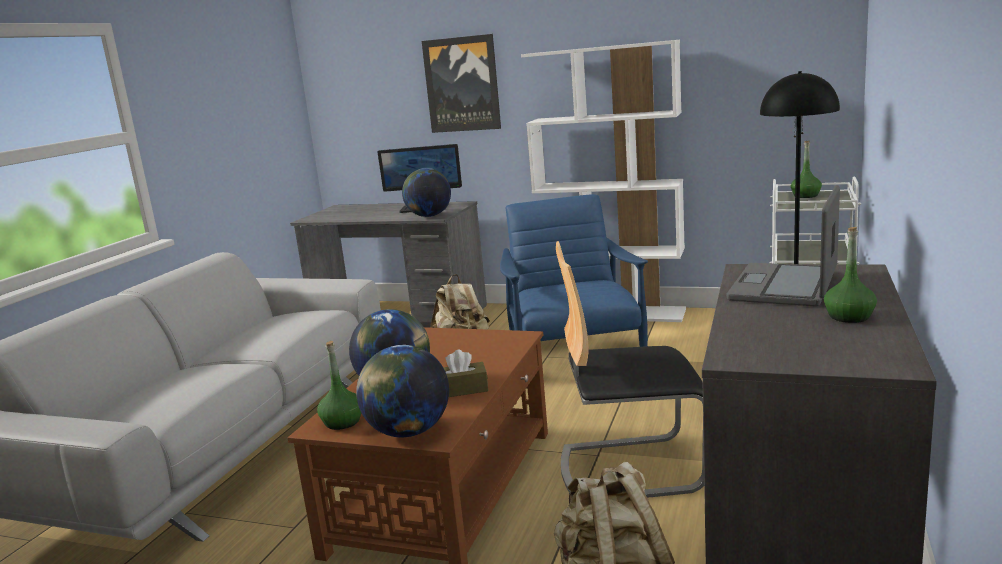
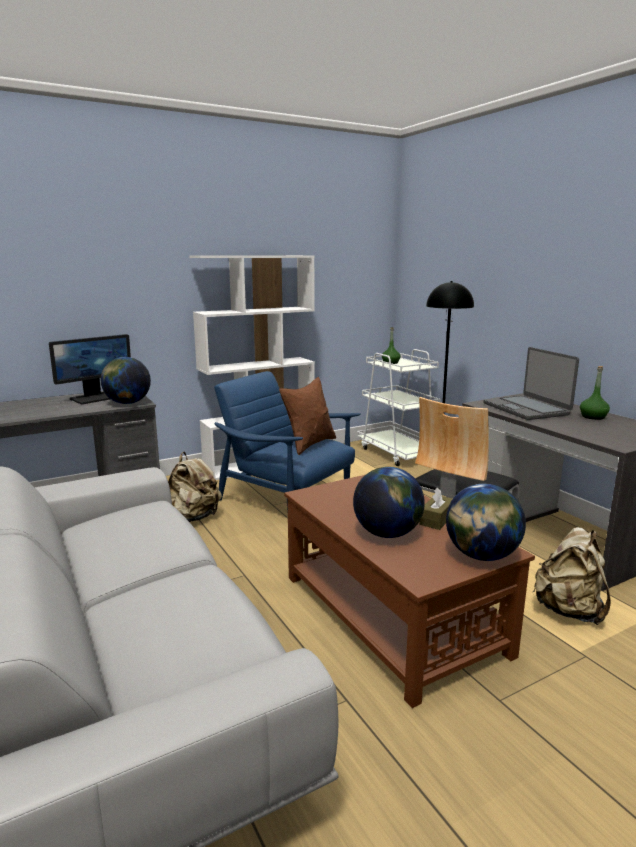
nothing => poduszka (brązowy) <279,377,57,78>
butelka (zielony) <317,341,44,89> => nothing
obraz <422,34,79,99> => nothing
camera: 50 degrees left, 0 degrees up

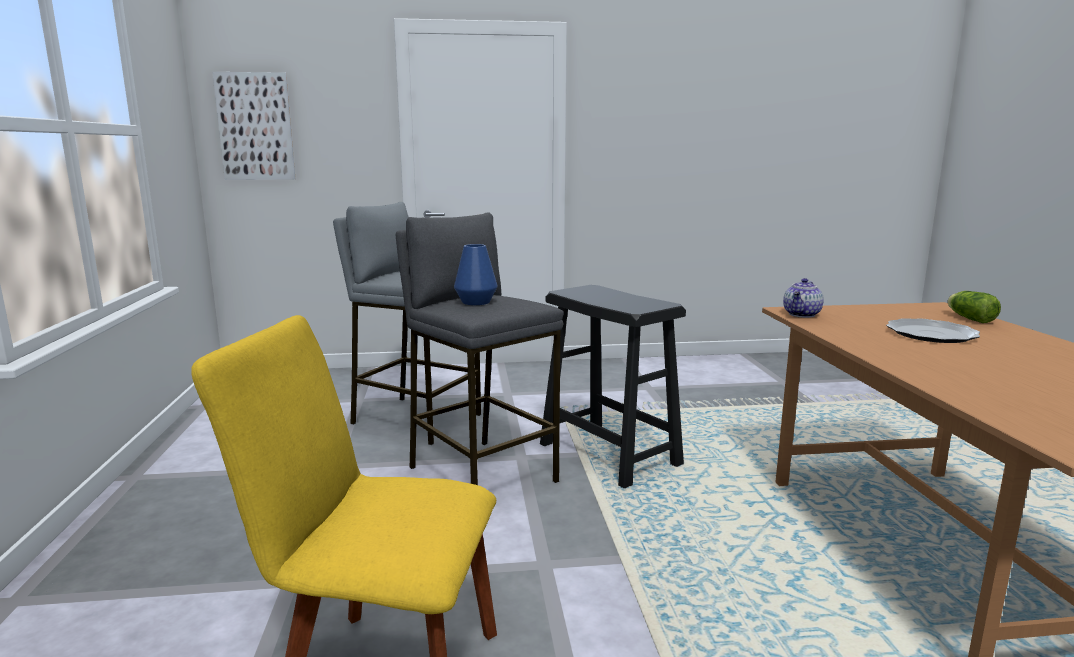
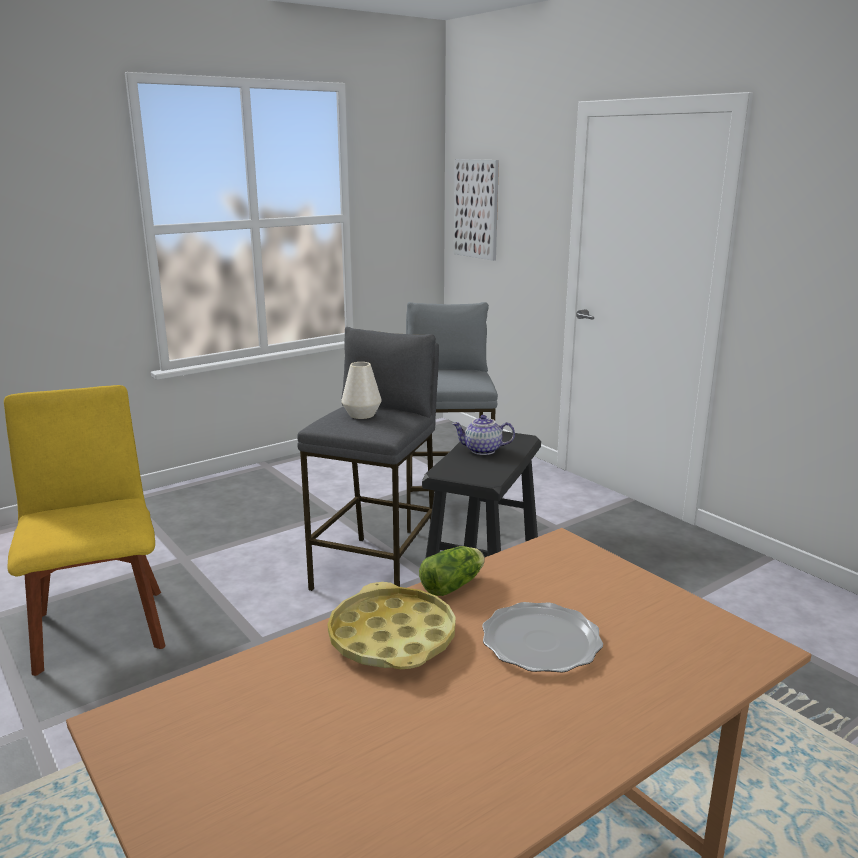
nothing => taca (żółty) <328,582,128,87>
wazon (niebieski) <454,244,43,61> => wazon (biały) <341,362,41,57>
sałata <948,291,53,32> => sałata <419,546,66,50>, relocated
imbryk <783,278,41,40> => imbryk <452,415,63,40>, relocated
camera: 60 degrees right, 5 degrees up

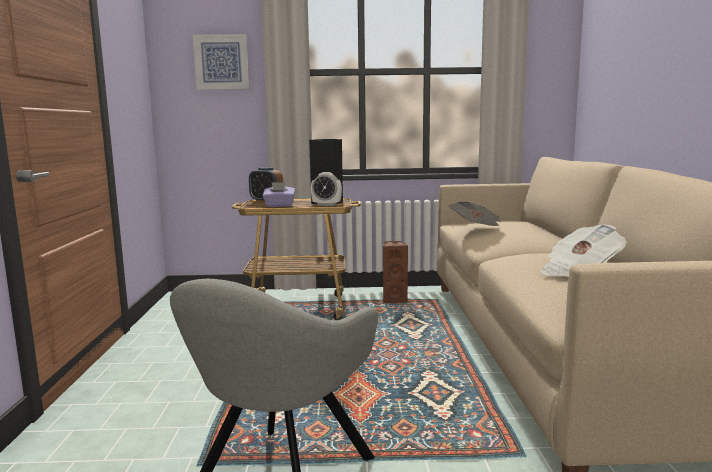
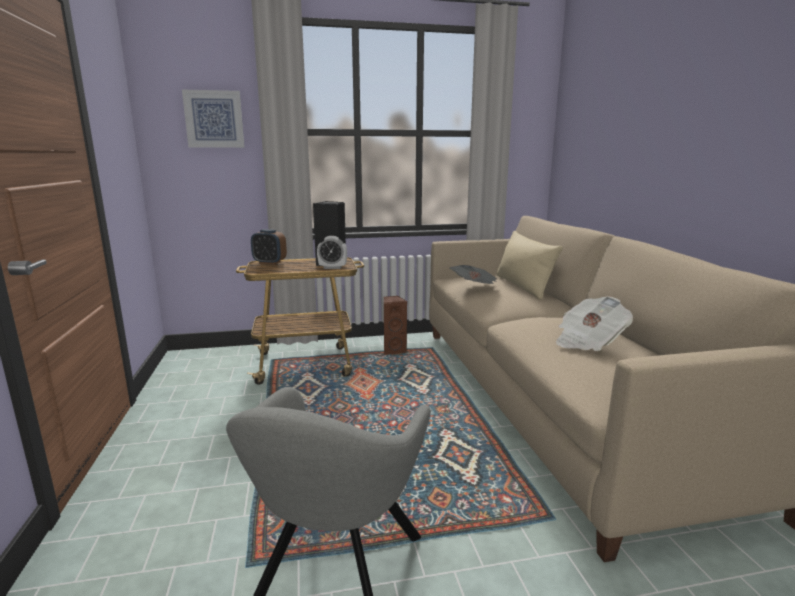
nothing => poduszka (beżowy) <496,231,67,69>
pudełko chusteczek (fioletowy) <263,182,32,25> => nothing
camera: 10 degrees left, 5 degrees up

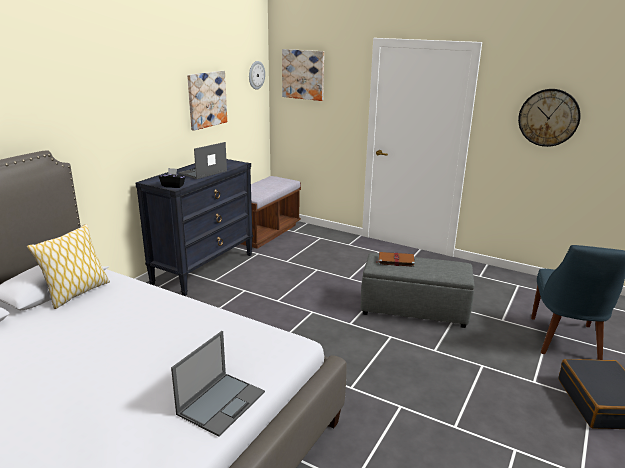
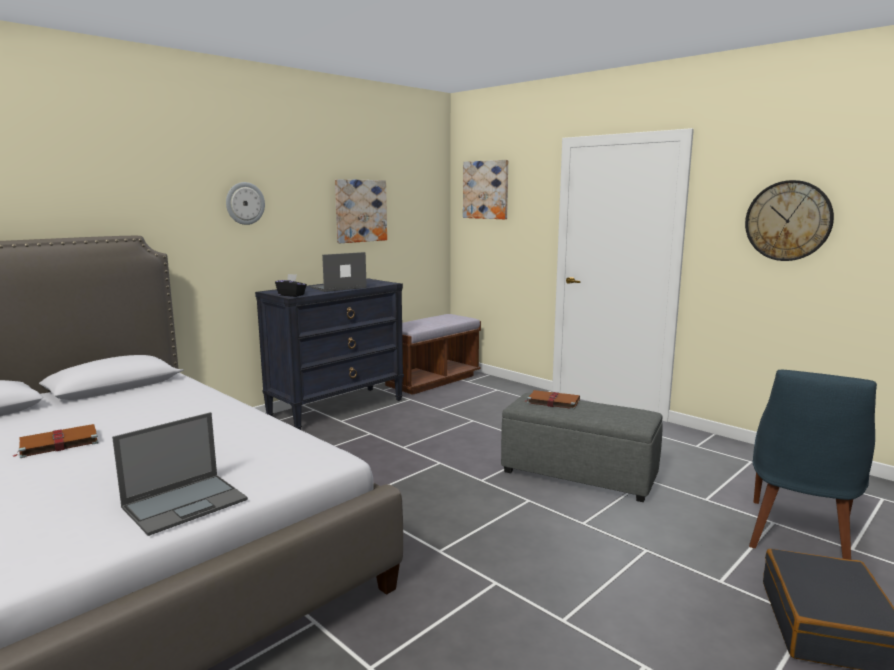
nothing => książka (brązowy) <13,424,85,34>
zegar ścienny <249,61,16,29> => zegar ścienny <226,182,39,43>, relocated
poduszka <27,224,83,85> => nothing
camera: 15 degrees right, 10 degrees down

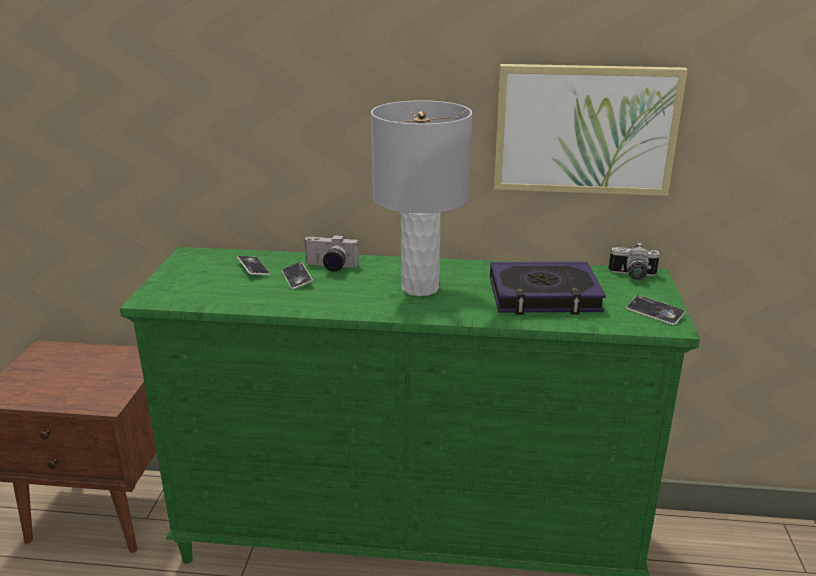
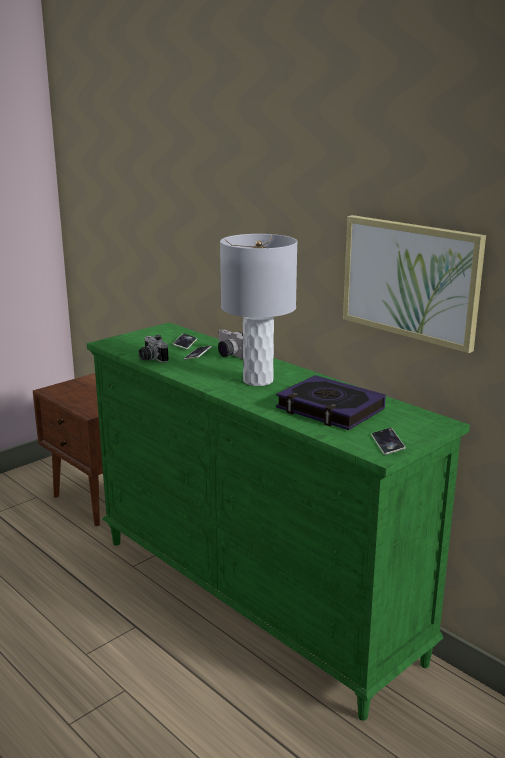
aparat fotograficzny <608,242,51,38> => aparat fotograficzny <139,335,29,28>, relocated
camera: 40 degrees right, 5 degrees down

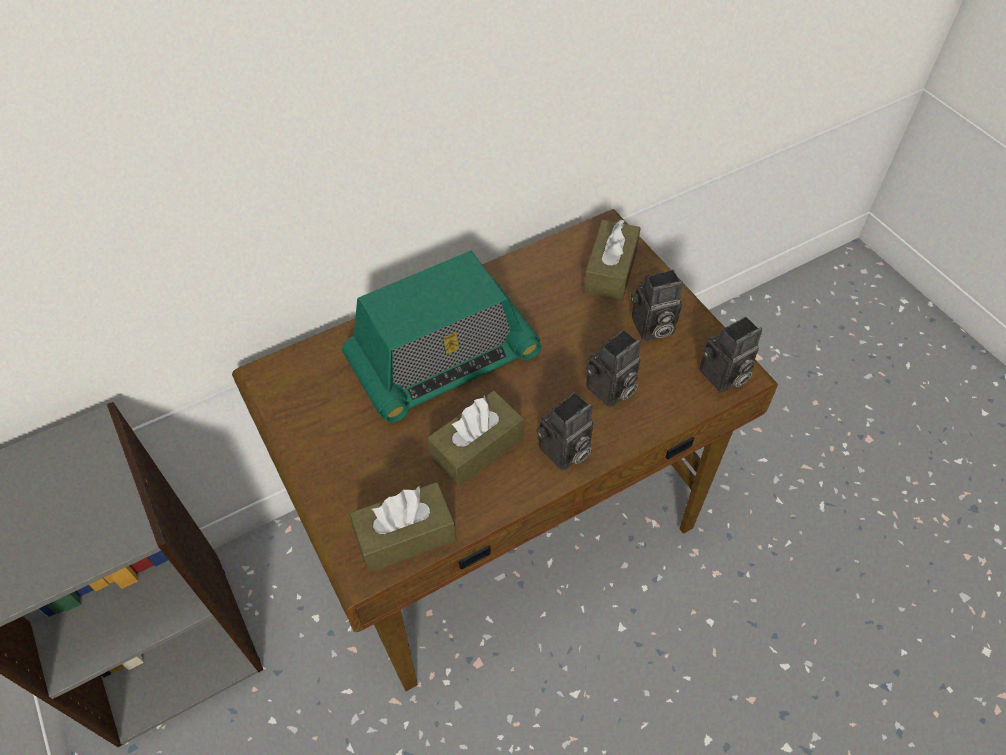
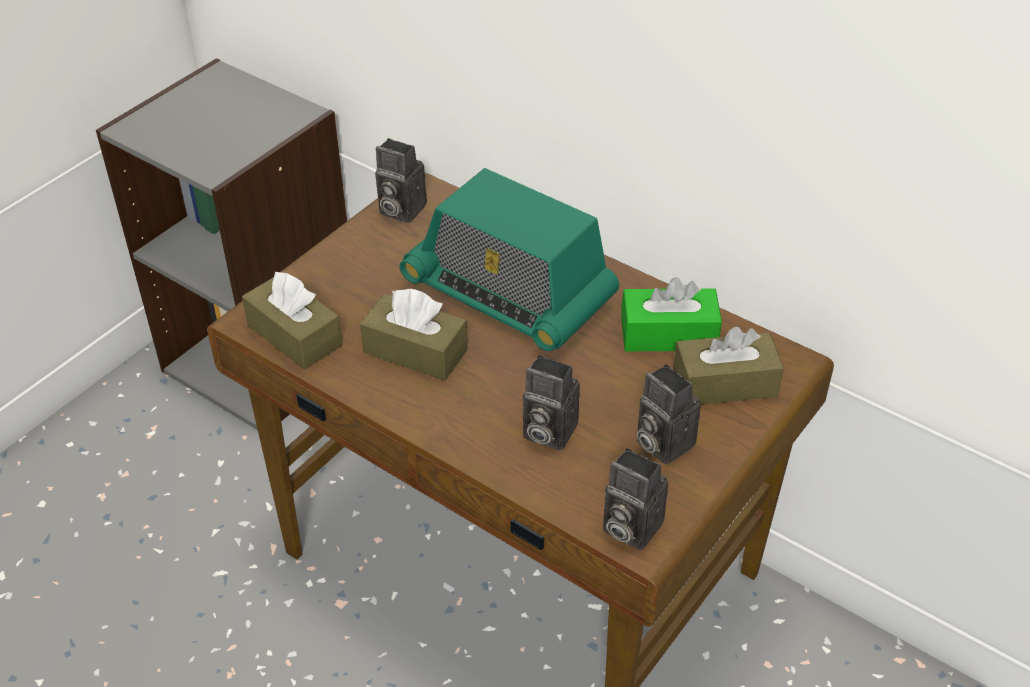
aparat fotograficzny <536,392,57,79> => aparat fotograficzny <375,138,52,85>, relocated
nothing => pudełko chusteczek (zielony) <621,277,101,74>
camera: 65 degrees right, 10 degrees down

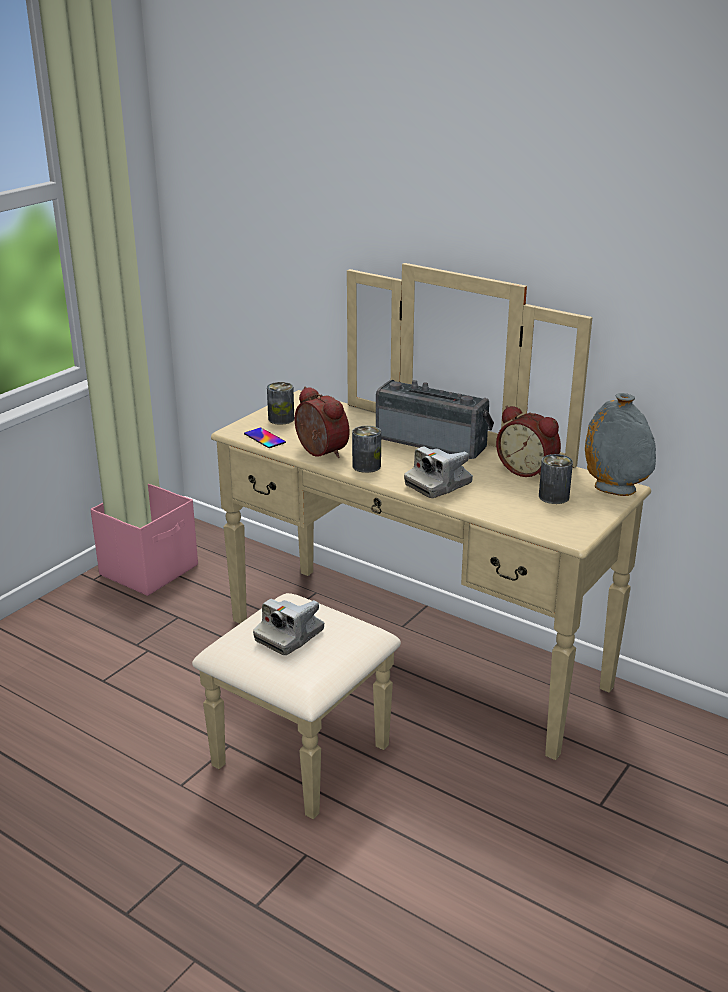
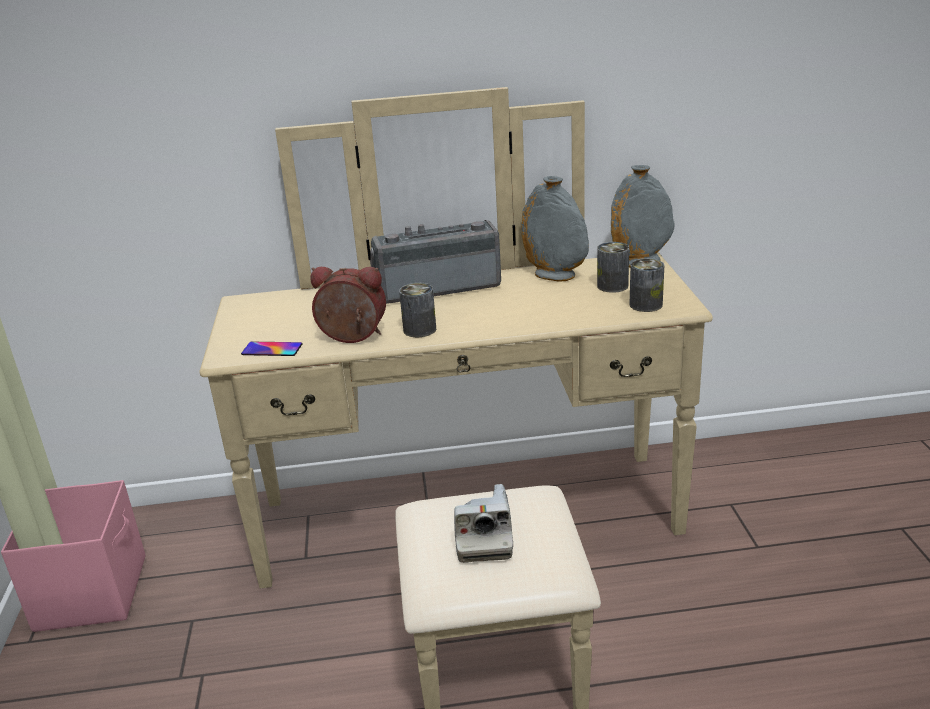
budzik <496,406,65,71> => wazon (szary) <521,176,68,106>
puszka <267,382,27,43> => puszka <630,258,34,54>, relocated
aparat fotograficzny <404,446,69,52> => nothing
camera: 40 degrees left, 0 degrees up

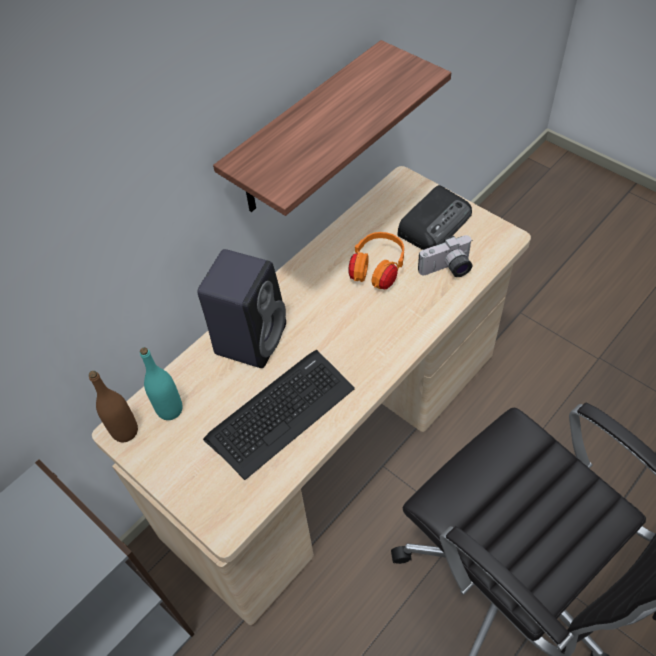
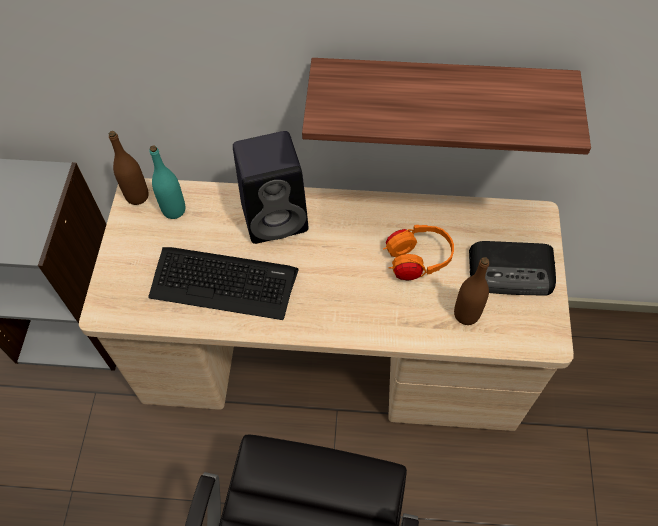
aparat fotograficzny <418,235,55,42> => butelka (brązowy) <454,257,35,68>
camera: 50 degrees right, 5 degrees up

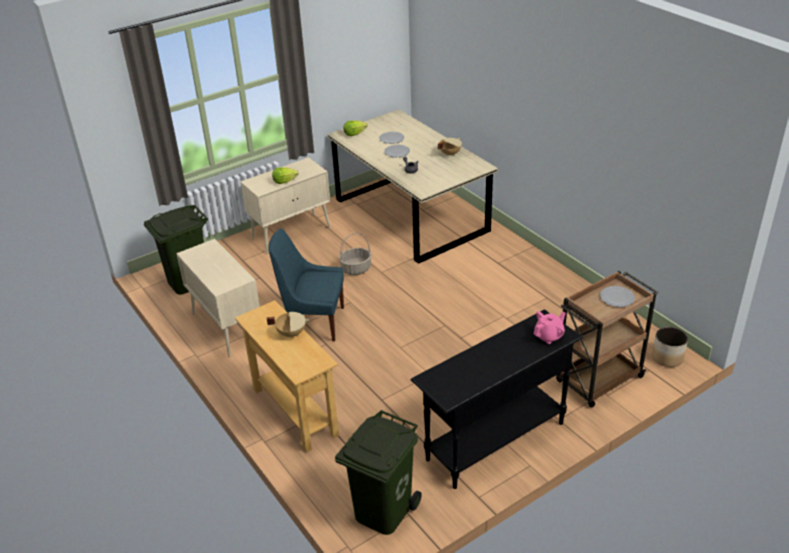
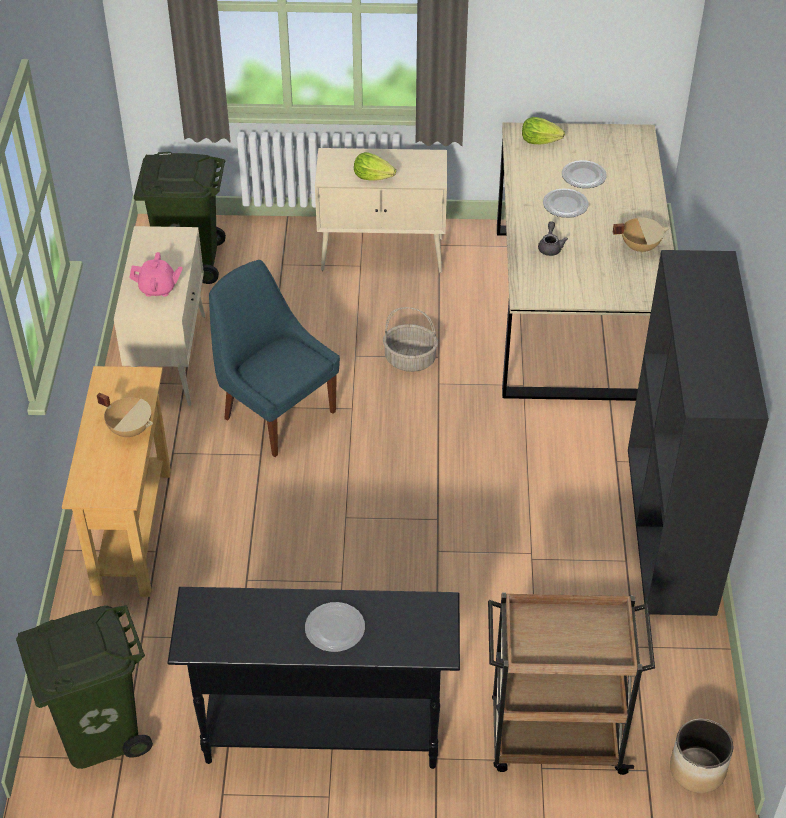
imbryk (różowy) <534,311,31,33> => imbryk (różowy) <129,252,53,45>, relocated
talerz <600,286,35,21> => talerz <305,602,60,50>, relocated
nothing => regał (czarny) <628,250,141,366>
camera: 35 degrees right, 10 degrees up

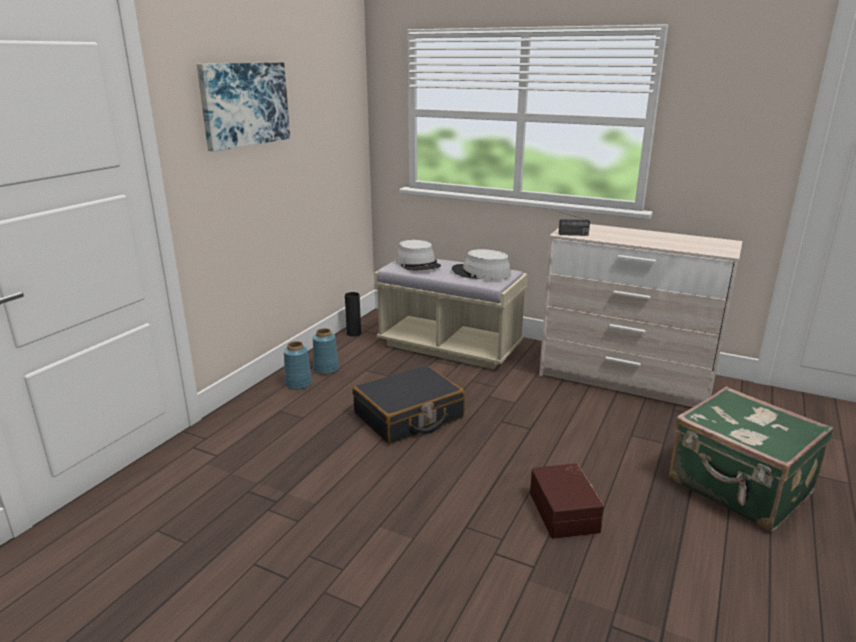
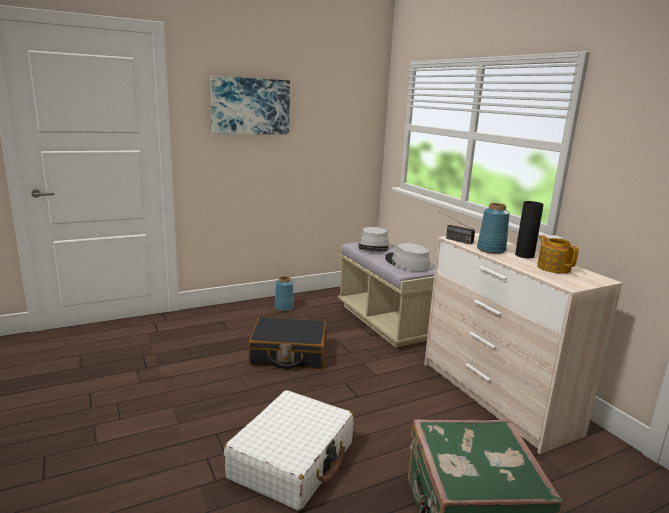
pojemnik do przechowywania (brązowy) <530,463,74,76> => walizka (biały) <224,390,130,121>
wazon (niebieski) <284,341,28,49> => wazon (niebieski) <477,203,33,51>, relocated
wazon (czarny) <345,292,16,45> => wazon (czarny) <515,201,29,57>, relocated
nothing => imbryk <537,235,41,39>
camera: 35 degrees right, 5 degrees down

